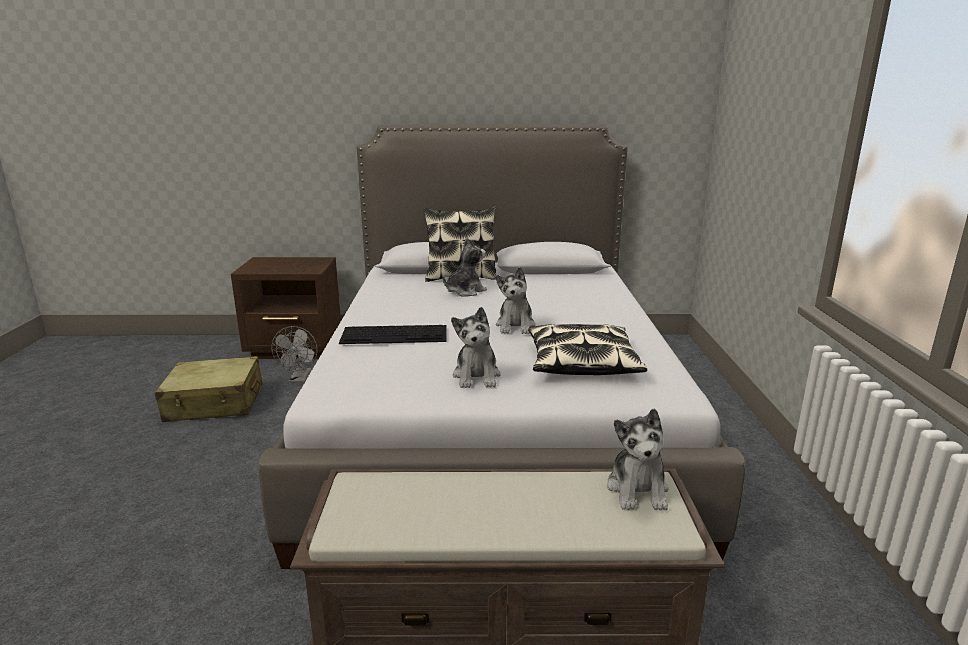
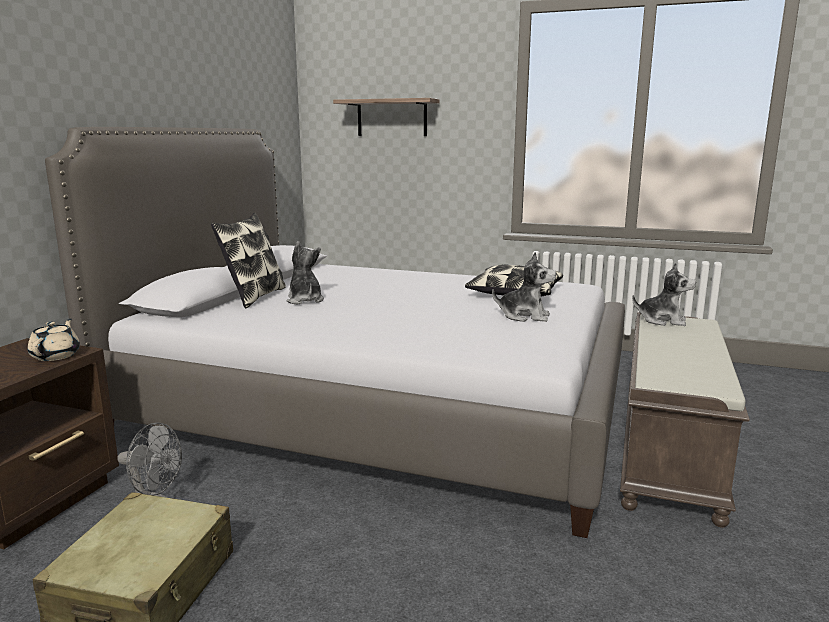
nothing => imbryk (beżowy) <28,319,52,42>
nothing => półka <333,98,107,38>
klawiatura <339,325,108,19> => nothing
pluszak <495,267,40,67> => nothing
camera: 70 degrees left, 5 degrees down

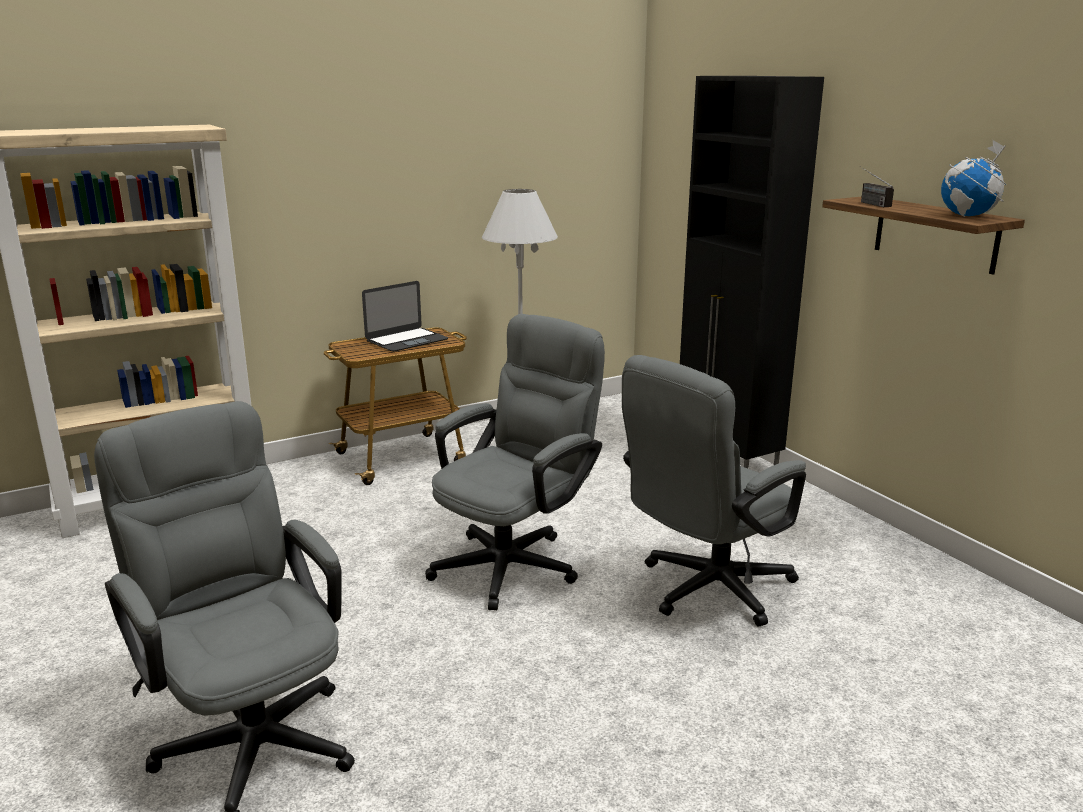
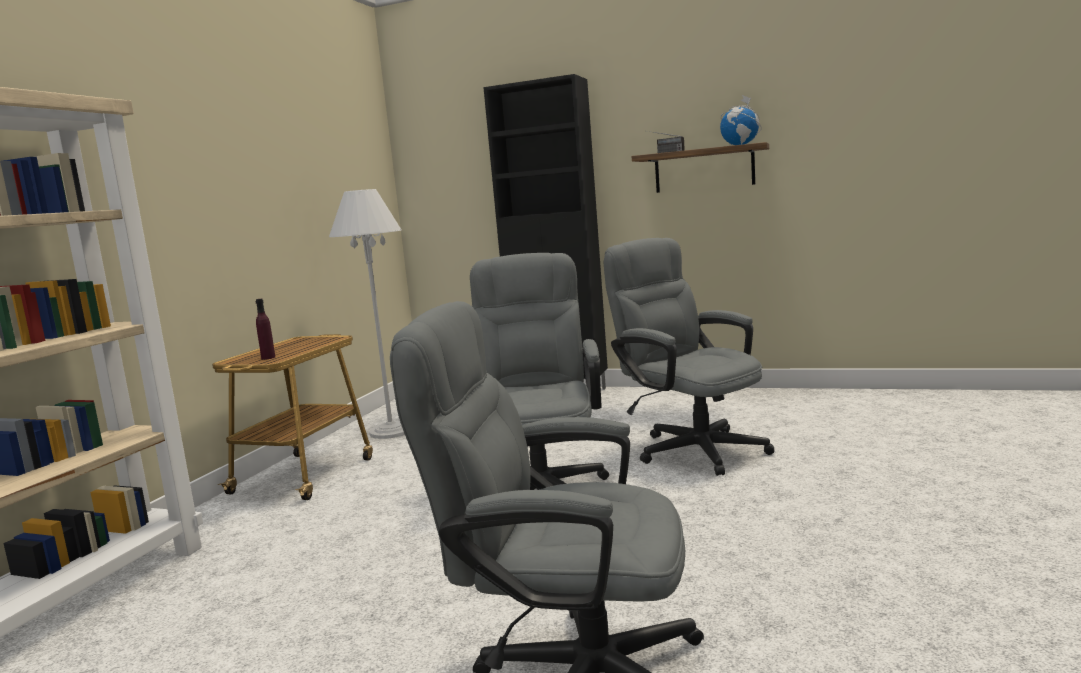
nothing => butelka (fioletowy) <256,299,19,61>
krzesło biurowe (szary) <622,355,184,271> => krzesło biurowe (szary) <604,238,170,238>, 135 degrees clockwise
laptop <362,281,86,71> => nothing
camera: 40 degrees left, 10 degrees down

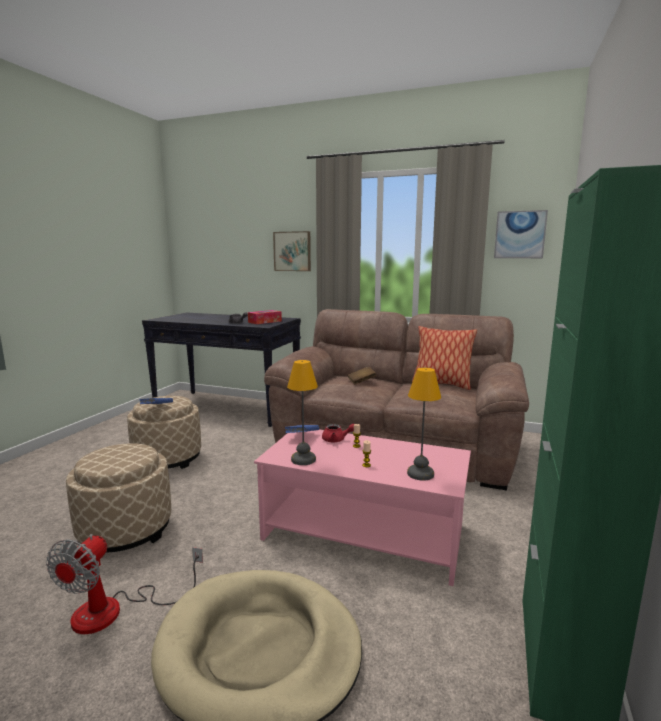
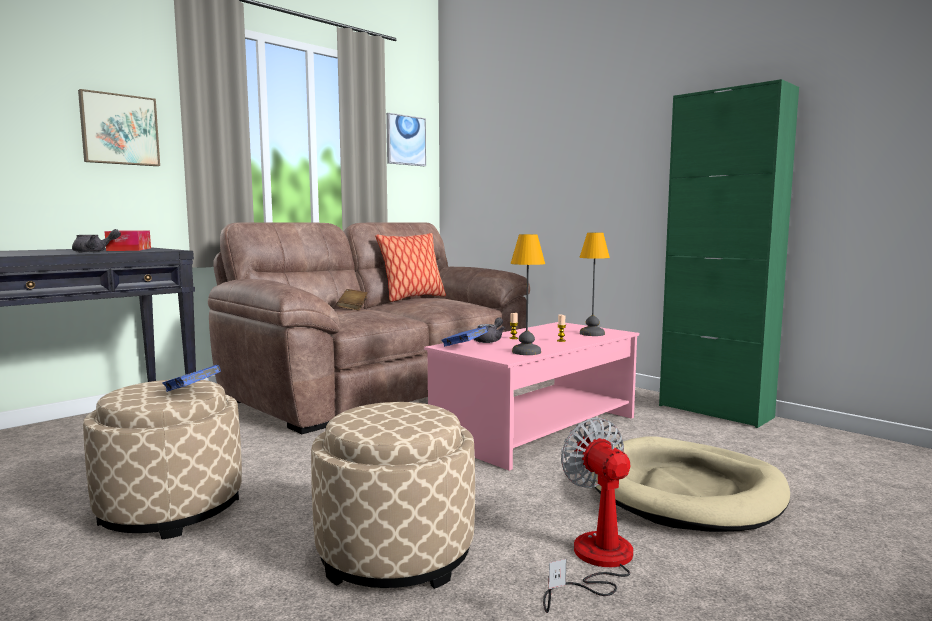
imbryk (czerwony) <322,424,32,18> => imbryk (szary) <474,317,31,26>
wentylator <46,534,157,100> => wentylator <543,417,90,196>, 150 degrees counterclockwise
camera: 65 degrees left, 5 degrees down

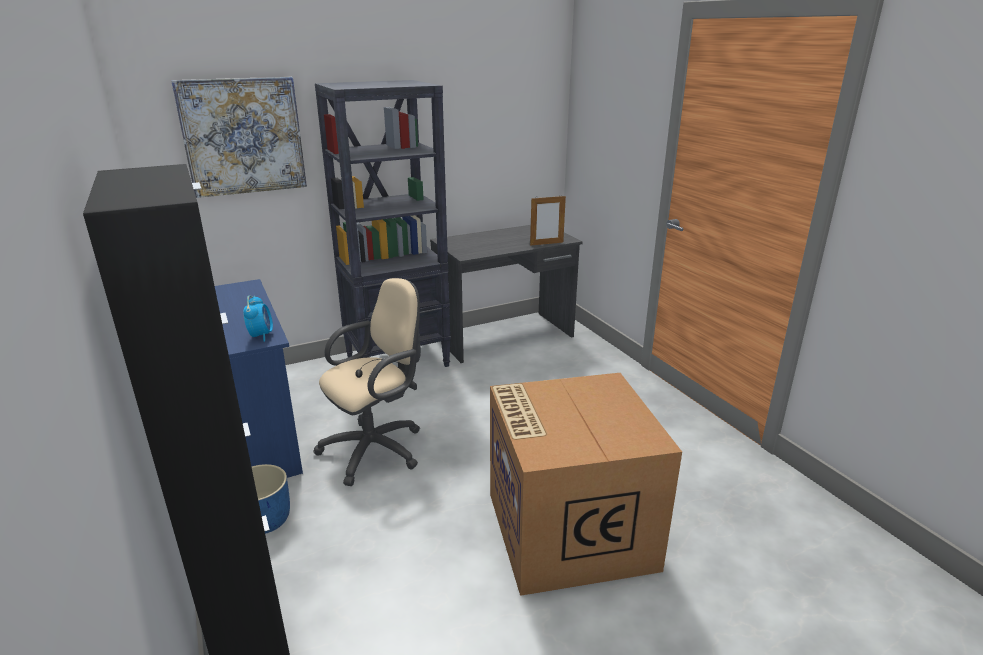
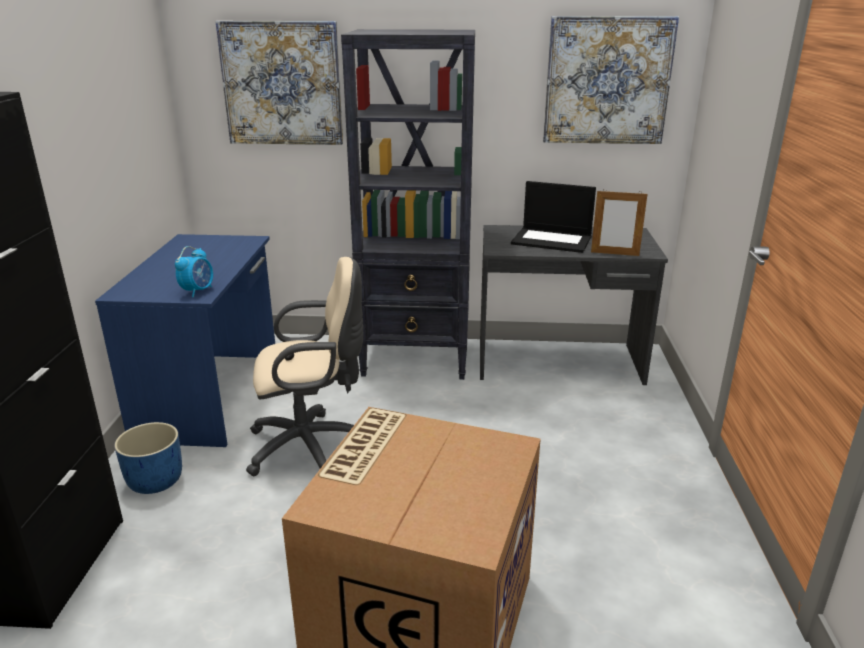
nothing => laptop <511,181,85,72>
nothing => obraz <543,16,136,128>
camera: 30 degrees right, 0 degrees up

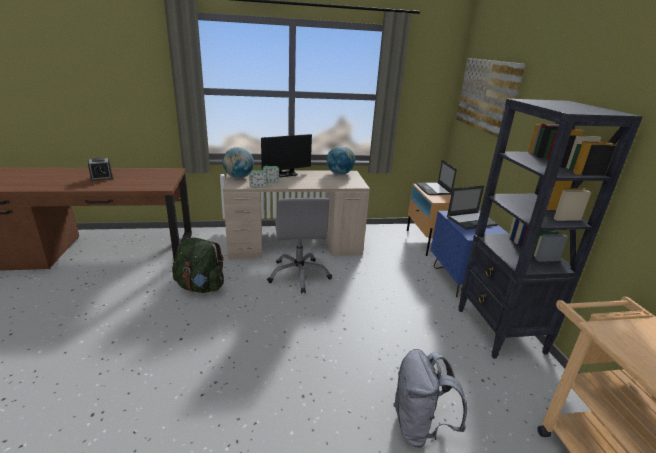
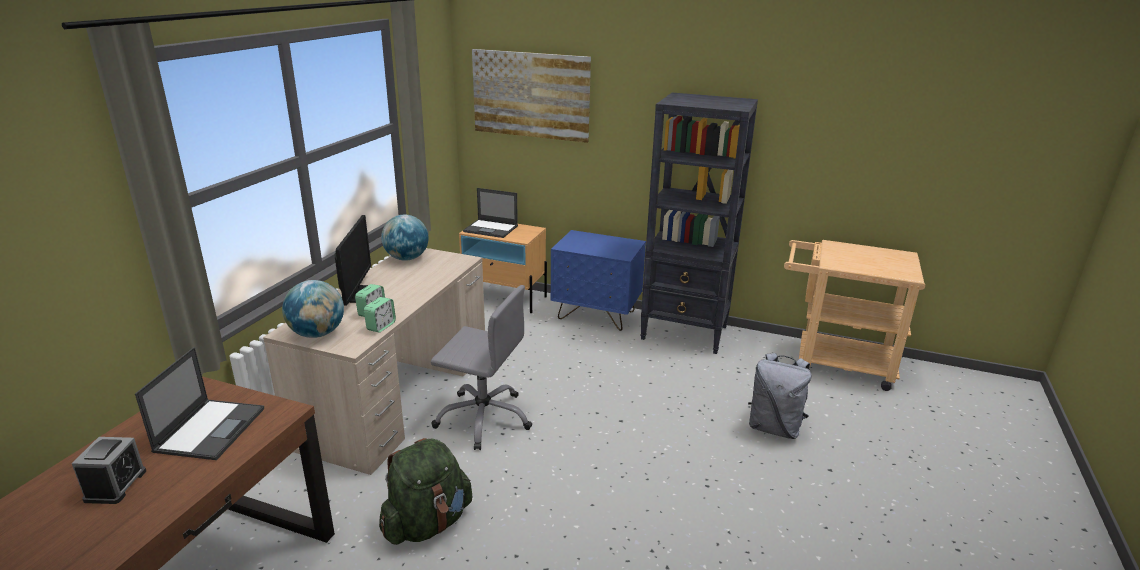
laptop <447,186,51,44> => laptop <135,347,129,113>, relocated
camera: 60 degrees left, 0 degrees up

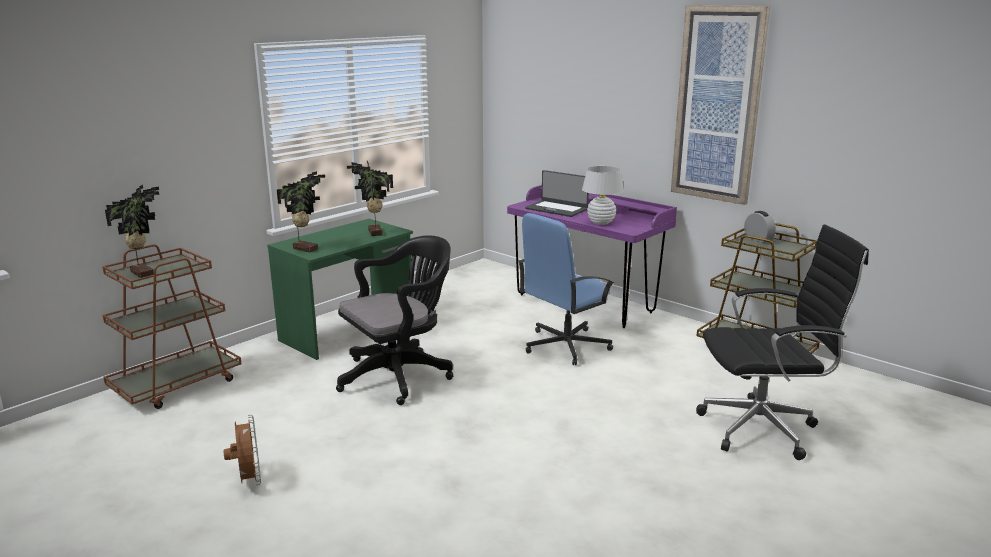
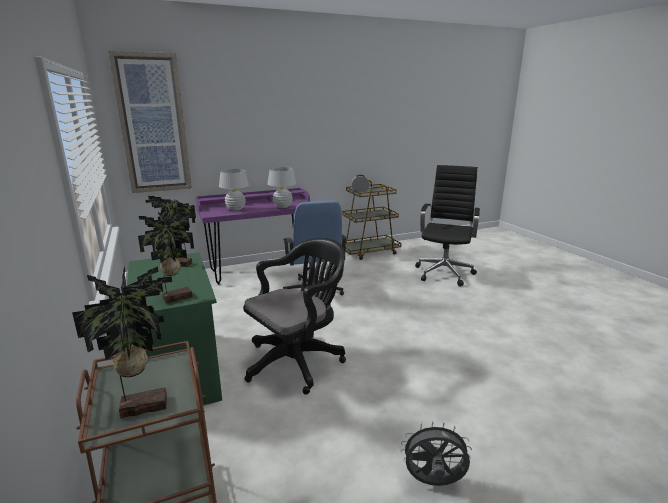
obraz <671,5,99,200> => obraz <108,51,84,142>, relocated
laptop <525,170,64,47> => lampa stołowa (biały) <219,169,30,42>
krzesło biurowe (czarny) <336,235,117,170> => krzesło biurowe (czarny) <243,238,103,157>, 60 degrees clockwise
wentylator (brązowy) <223,415,38,70> => wentylator (szary) <401,421,71,65>
camera: 65 degrees left, 0 degrees up

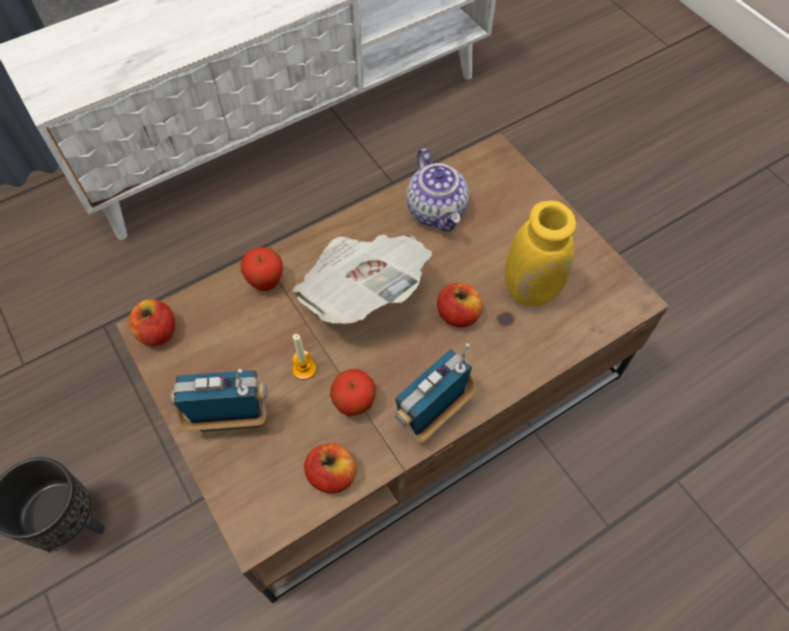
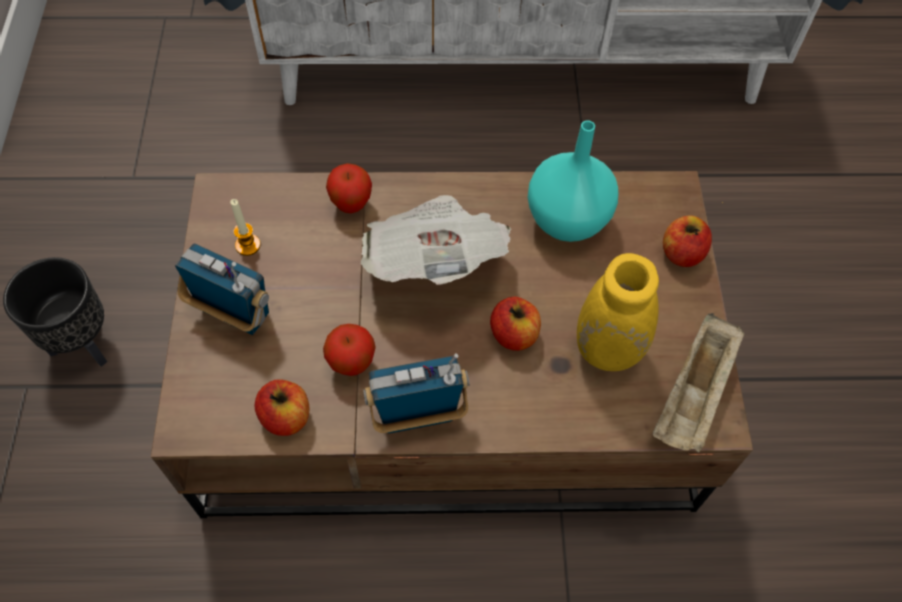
świeca <292,334,24,46> => świeca <230,199,31,57>, relocated
imbryk <406,148,63,84> => wazon (turkusowy) <528,120,90,122>
nothing => taca (beżowy) <653,313,92,139>
jabłko <128,299,47,47> => jabłko <663,215,49,52>, relocated
camera: 30 degrees right, 0 degrees up

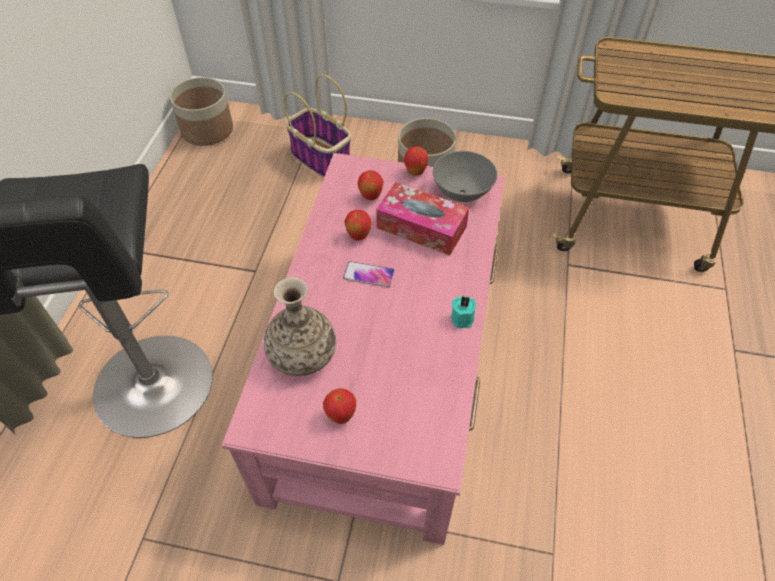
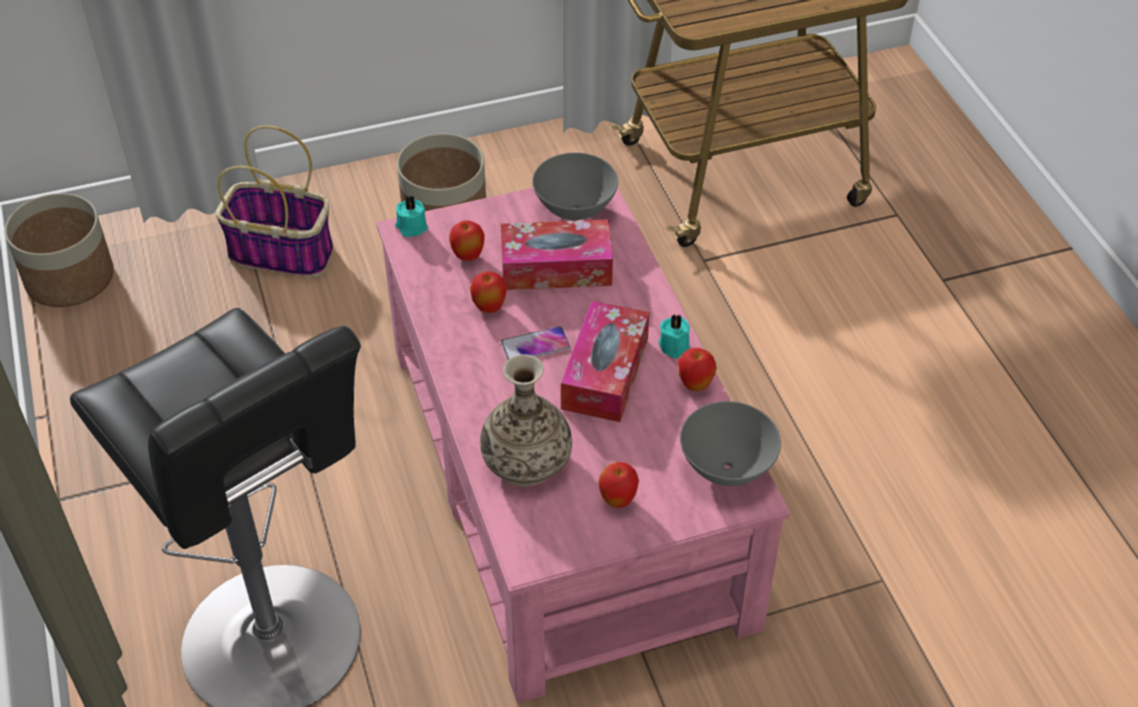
nothing => świeca (turkusowy) <395,195,33,42>
nothing => pudełko chusteczek <561,301,88,121>
jabłko <404,146,25,30> => jabłko <678,348,39,43>, relocated
nothing => miska (szary) <680,401,101,85>
camera: 30 degrees left, 5 degrees down

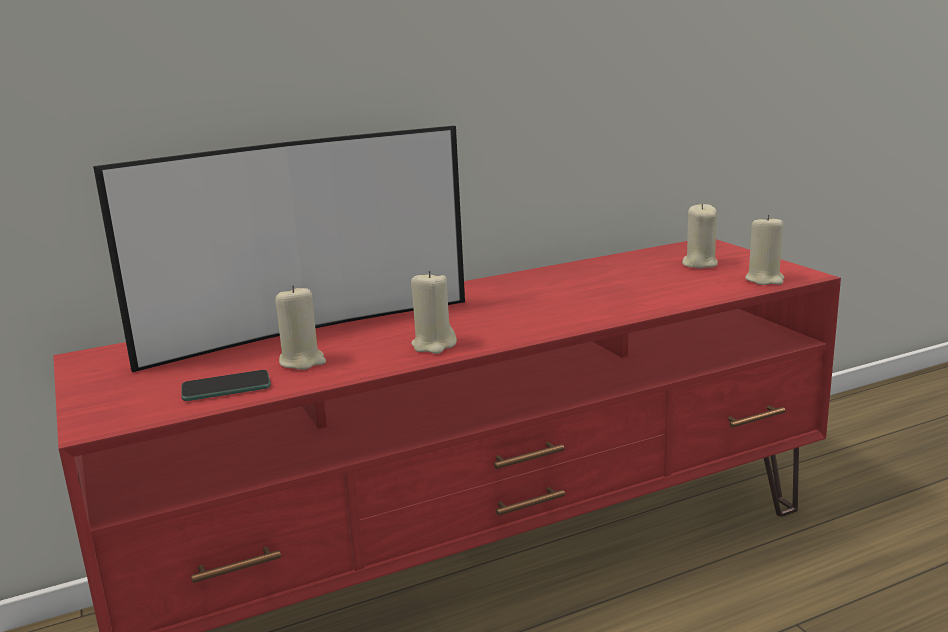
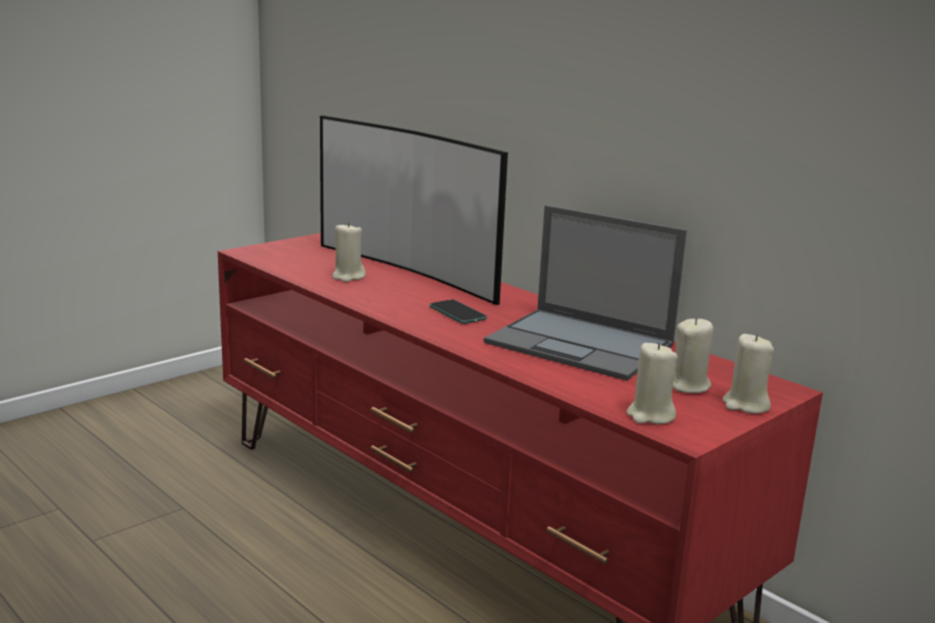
telefon <182,370,89,31> => telefon <430,299,57,25>, relocated
nothing => laptop <484,205,203,176>
świeca (beżowy) <411,270,46,84> => świeca (beżowy) <723,334,51,80>, relocated
camera: 70 degrees right, 0 degrees up

